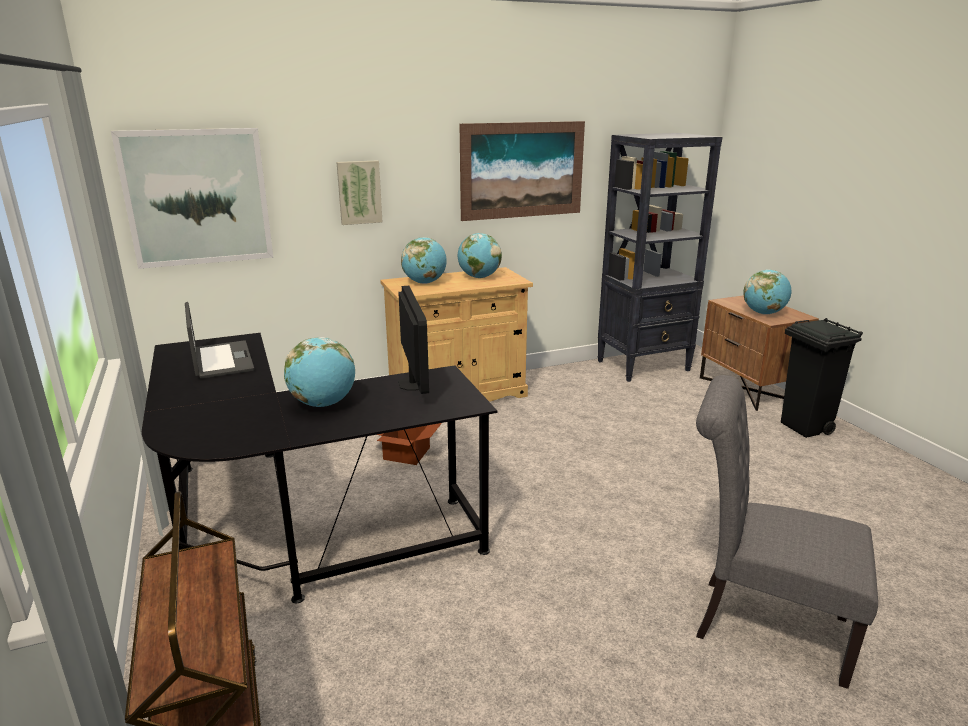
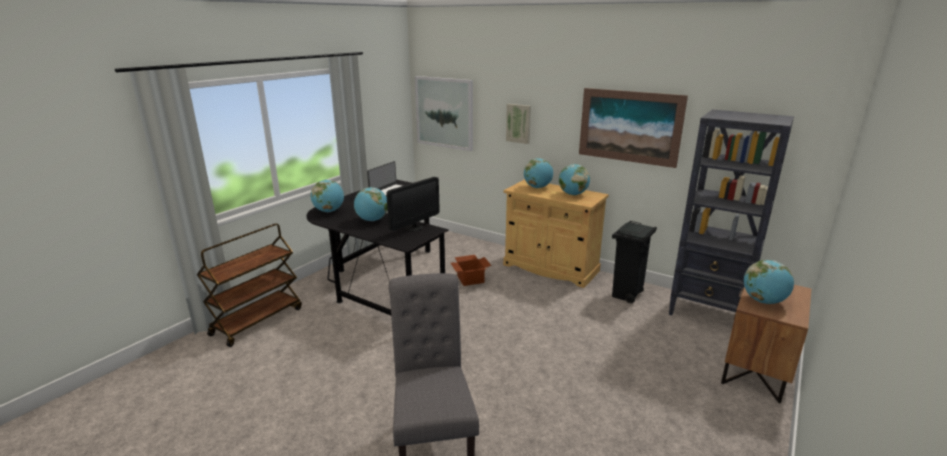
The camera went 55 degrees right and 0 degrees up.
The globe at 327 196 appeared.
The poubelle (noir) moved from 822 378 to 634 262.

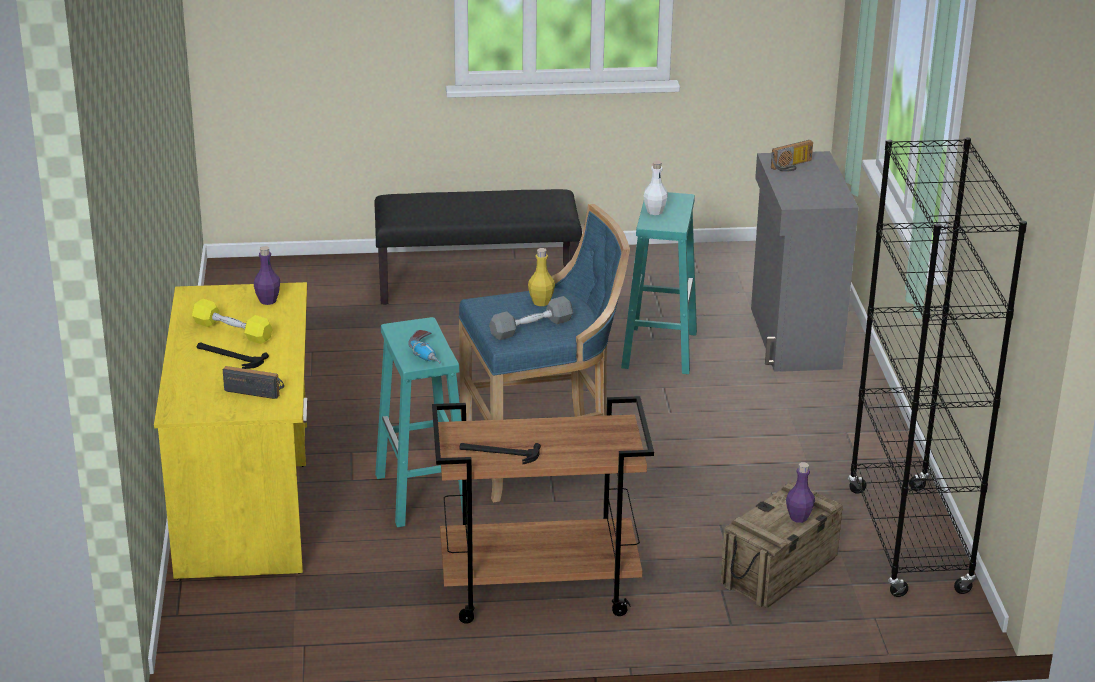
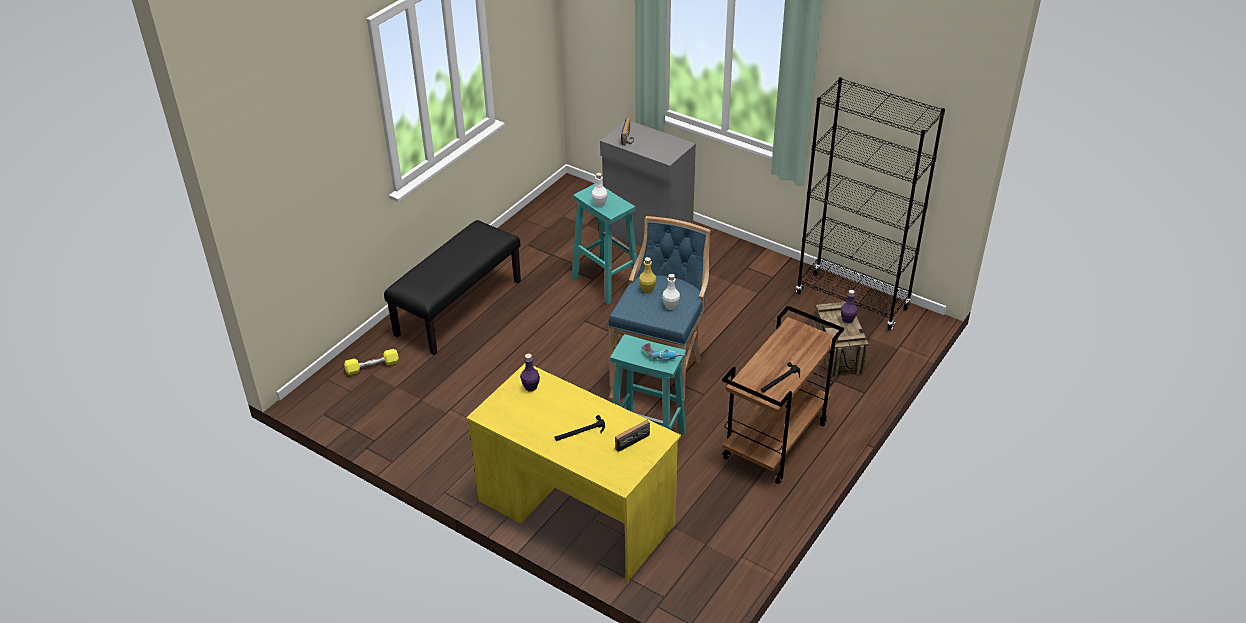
The camera went 50 degrees left and 10 degrees up.
The haltère (jaune) moved from 232 321 to 371 362.
The haltère (gris) at 531 318 was replaced by the bouteille (blanc) at 671 292.

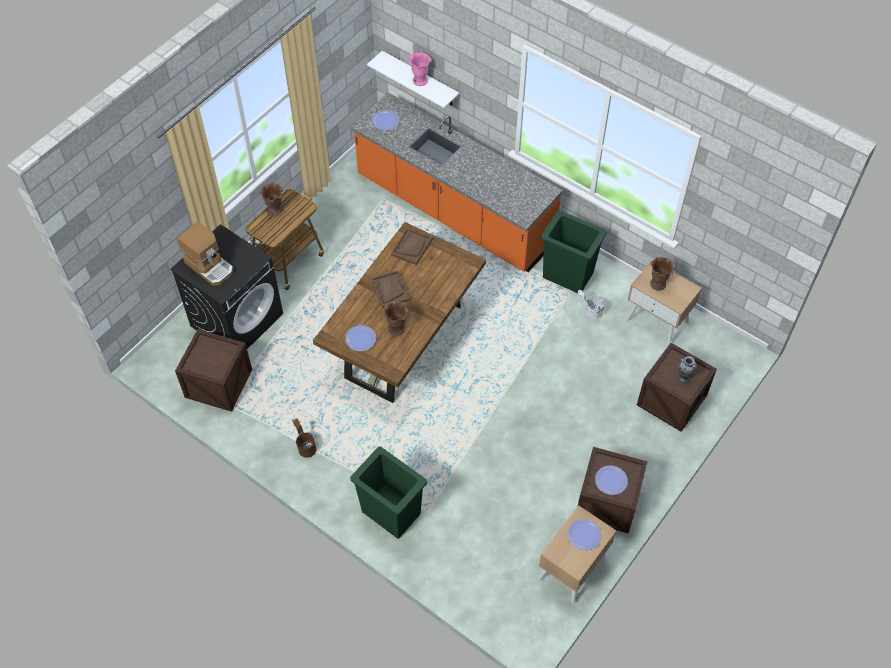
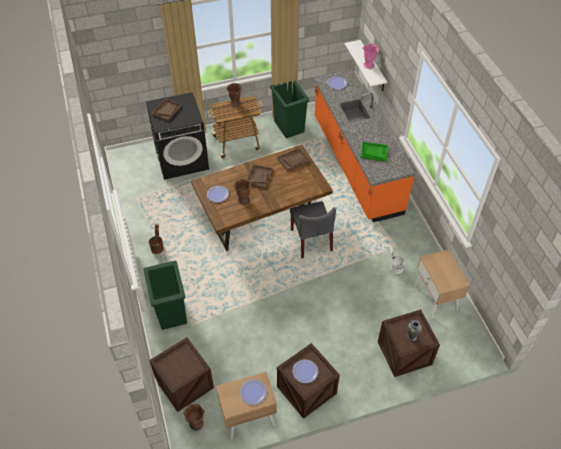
The camera went 35 degrees right and 5 degrees down.
The chaise (gris) at 313 229 appeared.
The plateau (vert) at 374 151 appeared.
The caisse moved from 213 370 to 181 374.
The poubelle (vert) moved from 574 251 to 289 109.
The vase (marron) moved from 662 274 to 194 417.
The machine à café at 205 254 was replaced by the plateau (marron) at 166 109.

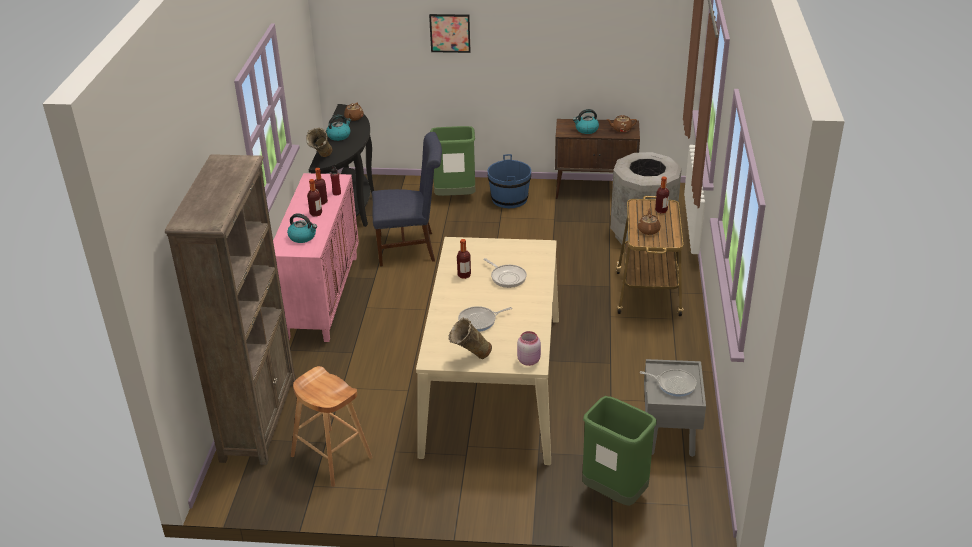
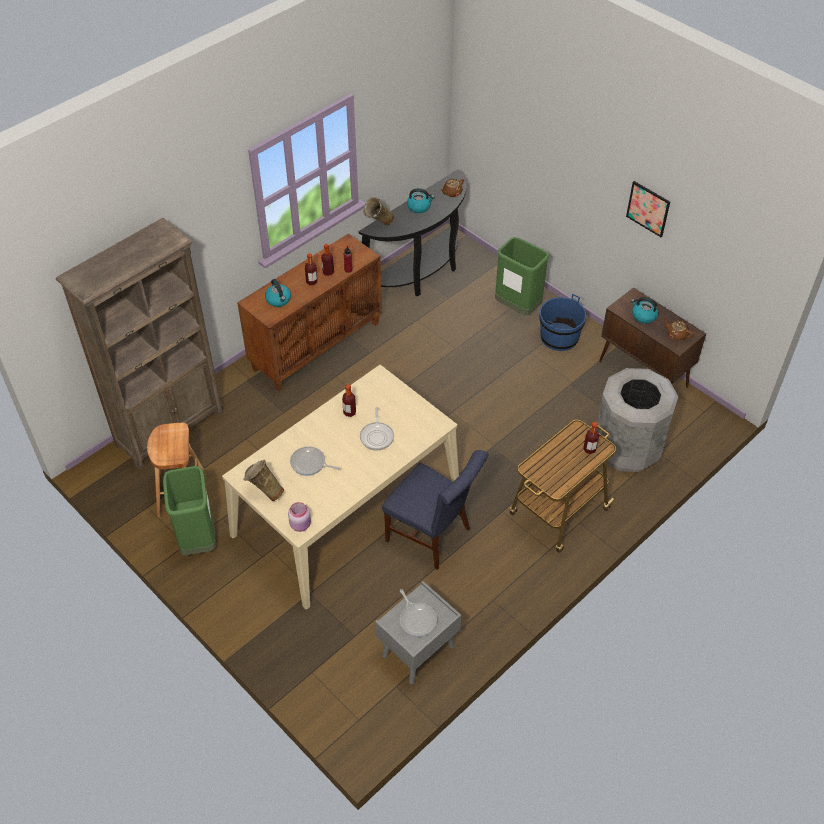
The camera went 40 degrees right and 15 degrees up.
The théière (marron) at 649 222 disappeared.
The chaise (bleu) moved from 407 199 to 435 510.
The tableau moved from 450 33 to 648 209.
The poubelle (vert) moved from 619 451 to 189 510.
The meuble de rangement (rose) at 316 257 became the meuble de rangement (marron) at 309 312.

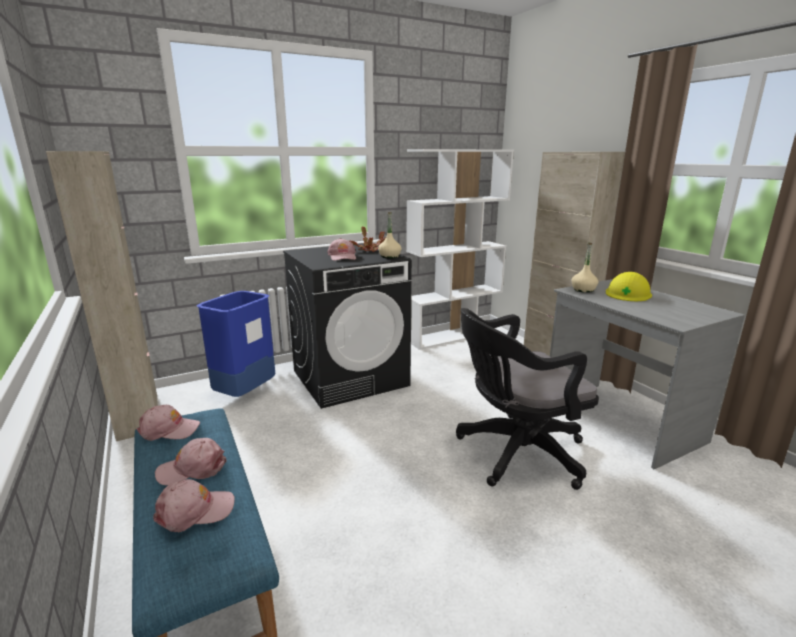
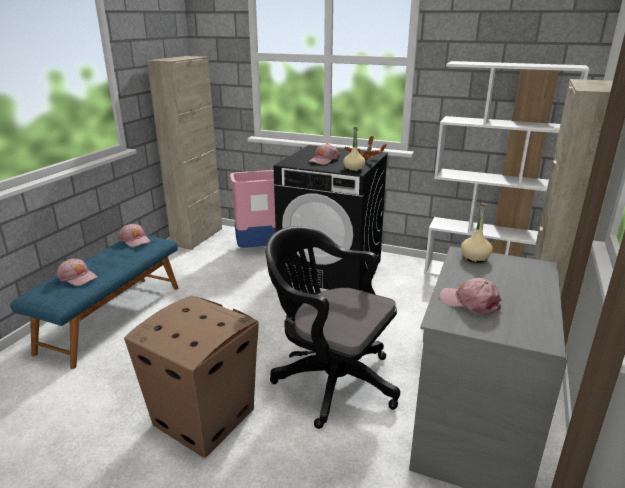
The camera went 50 degrees right and 5 degrees up.
The casque de chantier (jaune) at 629 286 disappeared.
The carton at 191 377 appeared.
The casquette (rose) moved from 191 461 to 470 296.
The poubelle (bleu) at 235 344 became the poubelle (rose) at 253 209.

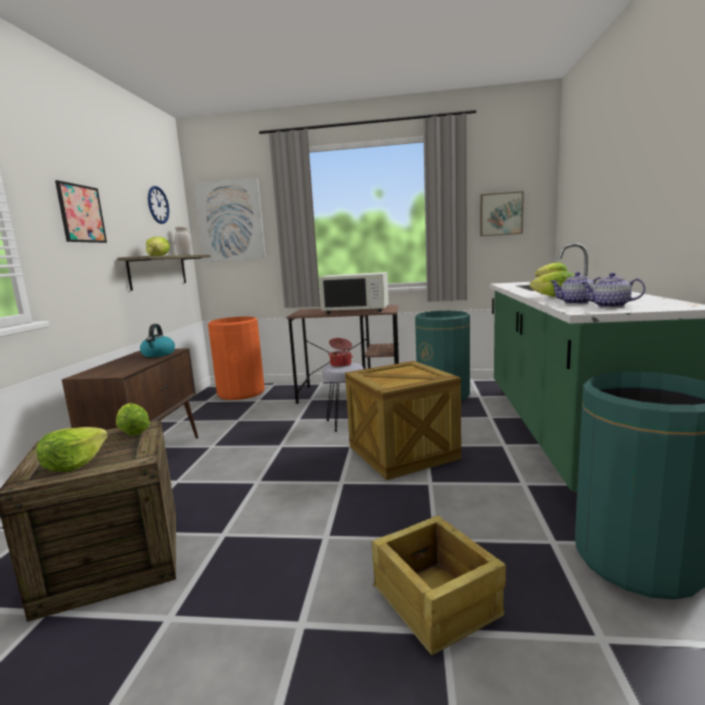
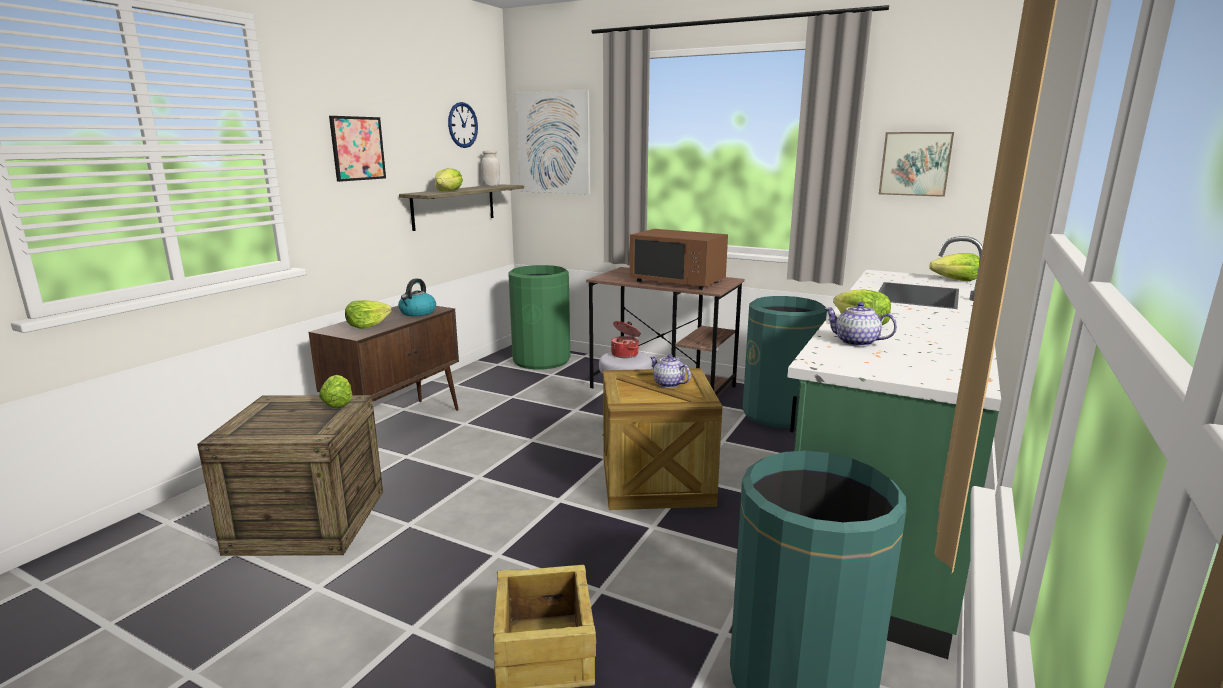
The camera went 20 degrees right and 5 degrees up.
The laitue moved from 72 449 to 368 314.
The théière moved from 613 290 to 670 371.
The poubelle (orange) at 236 358 became the poubelle (vert) at 539 317.
The micro-ondes (blanc) at 354 293 became the micro-ondes (marron) at 679 259.

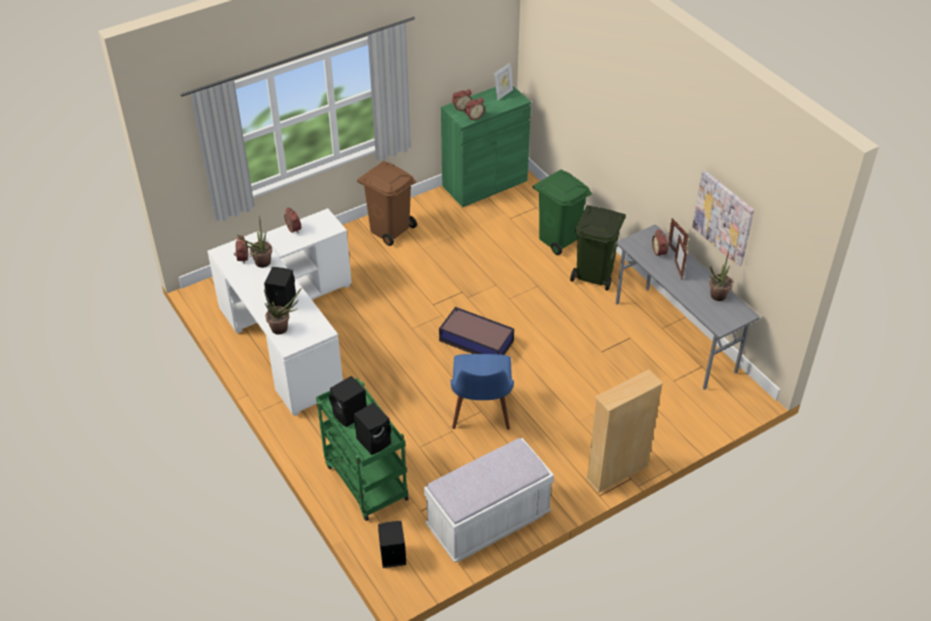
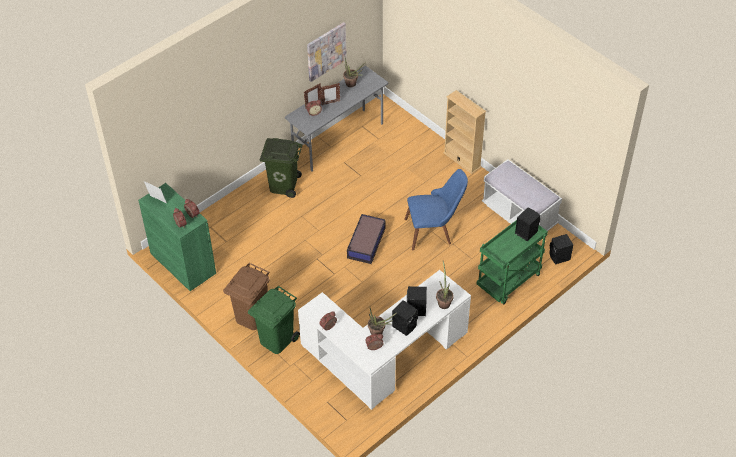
The camera went 100 degrees left and 5 degrees up.
The enceinte (noir) moved from 348 401 to 405 318.
The poubelle (vert) moved from 562 212 to 274 320.

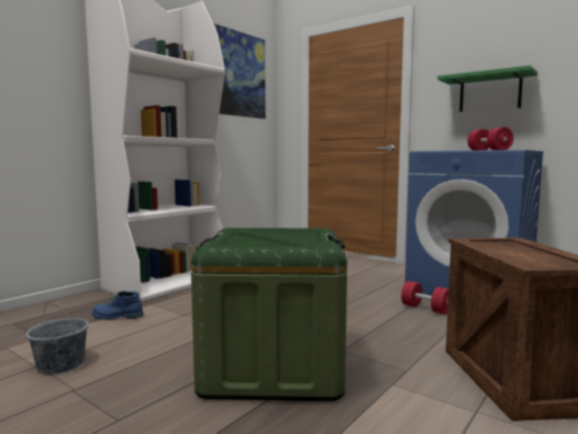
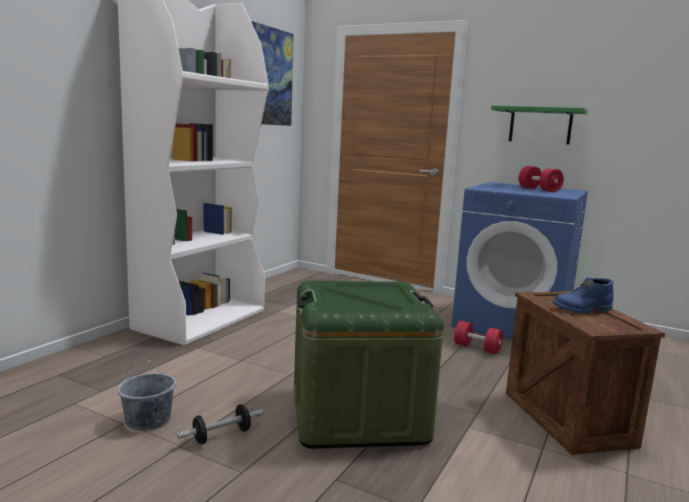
The camera went 10 degrees left and 5 degrees up.
The haltère at 220 424 appeared.
The botte (bleu) moved from 117 305 to 583 295.

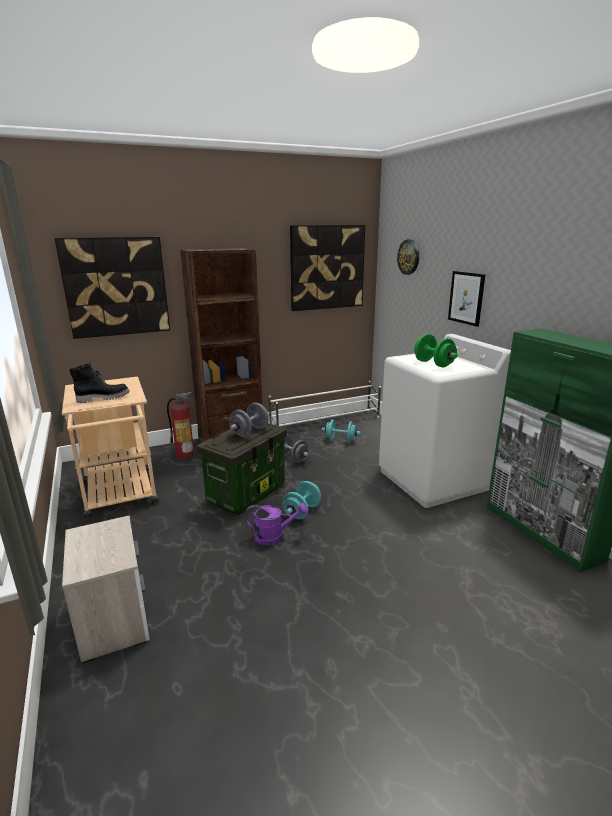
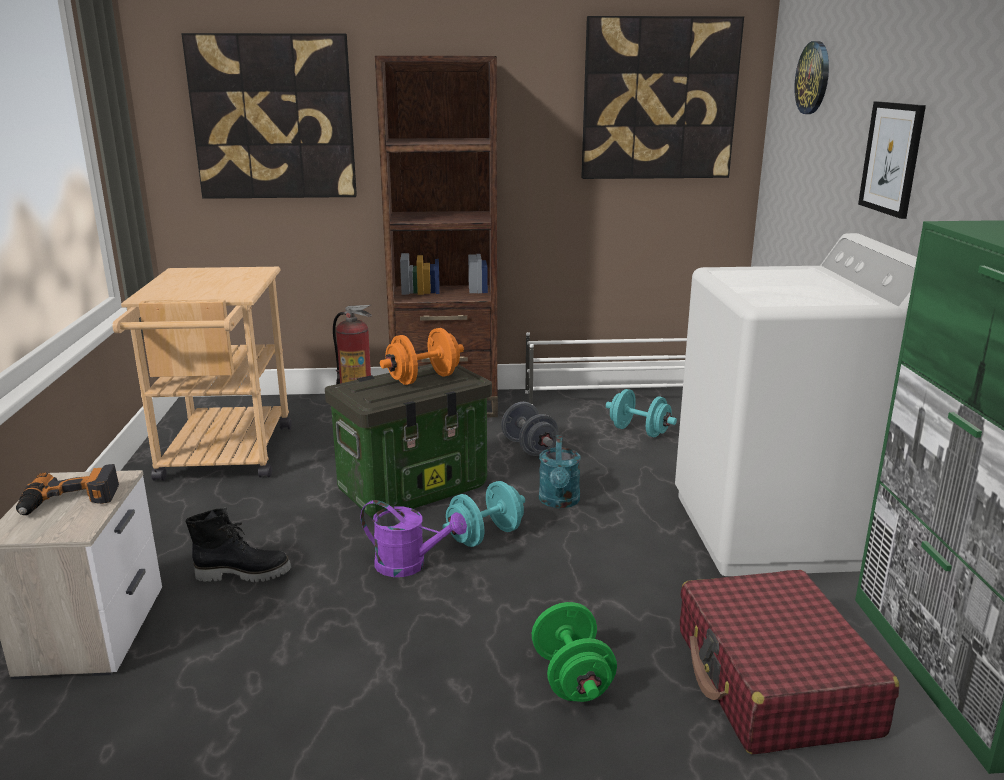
The camera went 20 degrees right and 0 degrees up.
The perceuse at 67 489 appeared.
The arrosoir (turquoise) at 560 471 appeared.
The valise (rouge) at 789 662 appeared.
The botte (noir) moved from 99 383 to 239 545.
The haltère (vert) moved from 436 350 to 574 652.
The haltère (gris) at 249 420 became the haltère (orange) at 422 356.

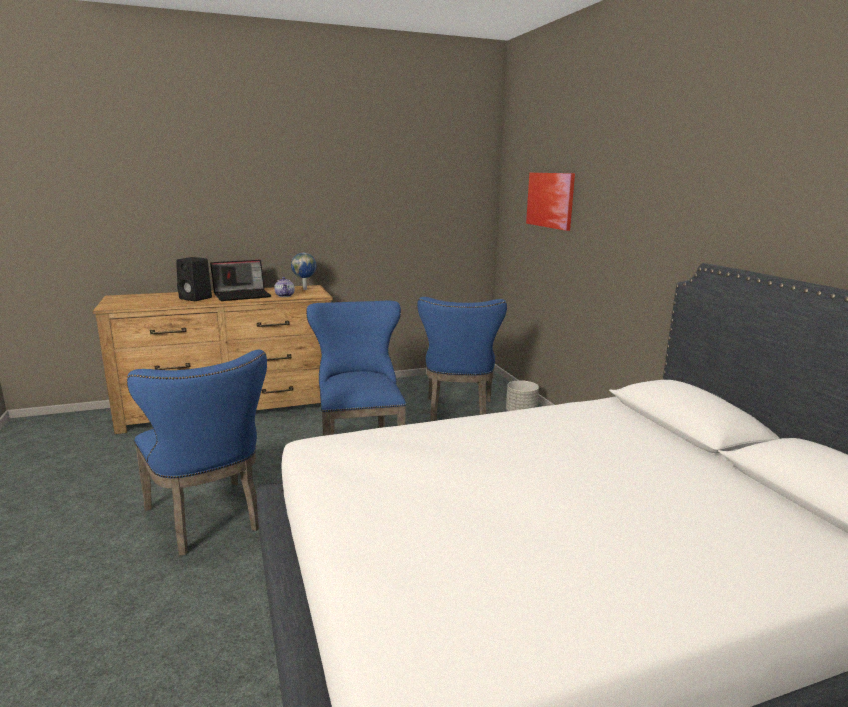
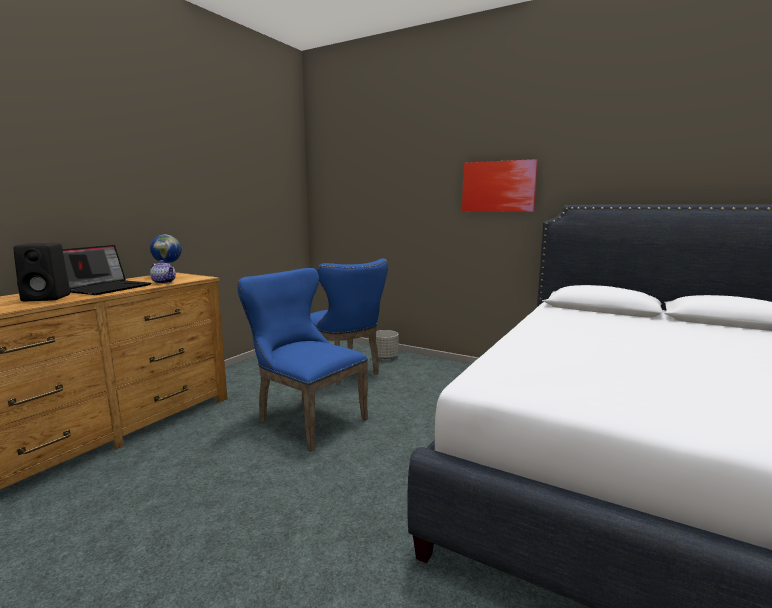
The camera went 40 degrees left and 5 degrees down.
The chaise (bleu) at 197 452 disappeared.
The tableau moved from 550 202 to 500 185.

